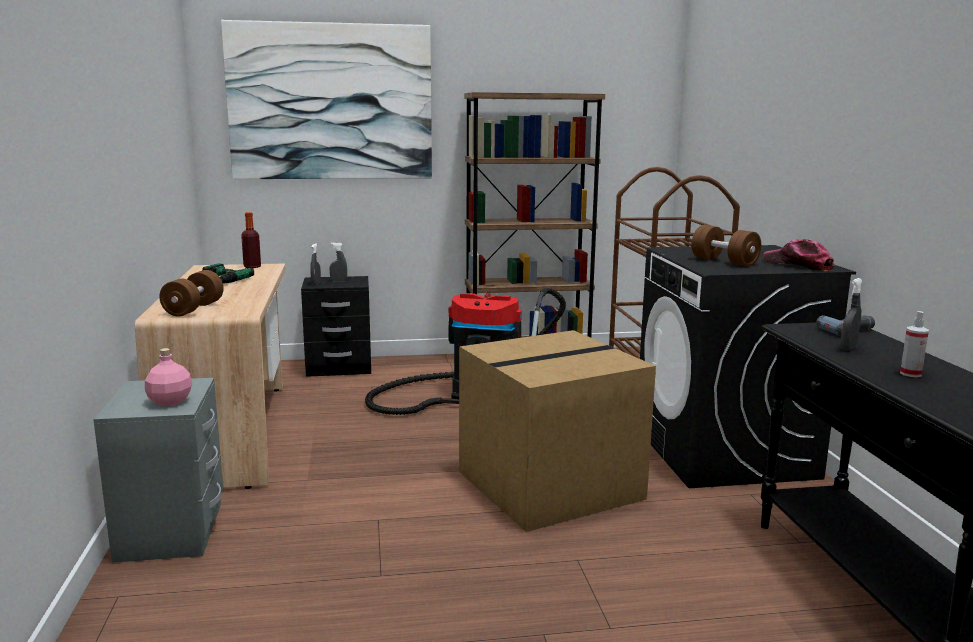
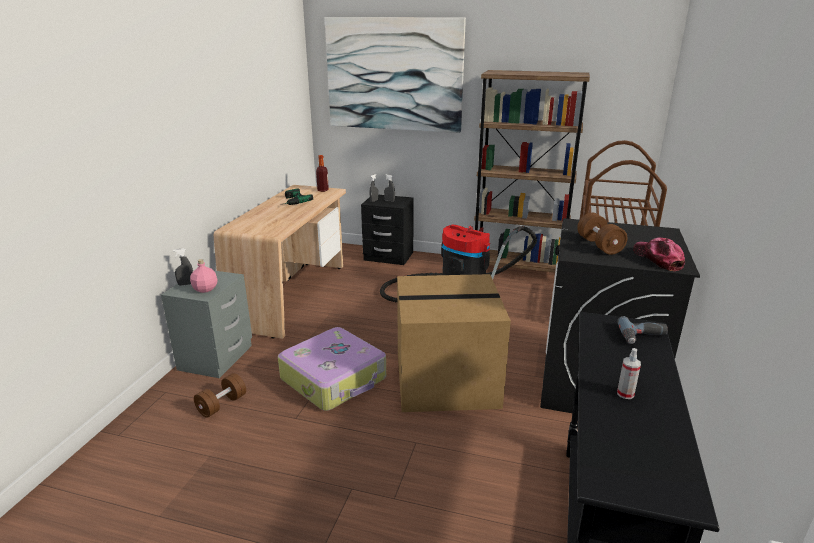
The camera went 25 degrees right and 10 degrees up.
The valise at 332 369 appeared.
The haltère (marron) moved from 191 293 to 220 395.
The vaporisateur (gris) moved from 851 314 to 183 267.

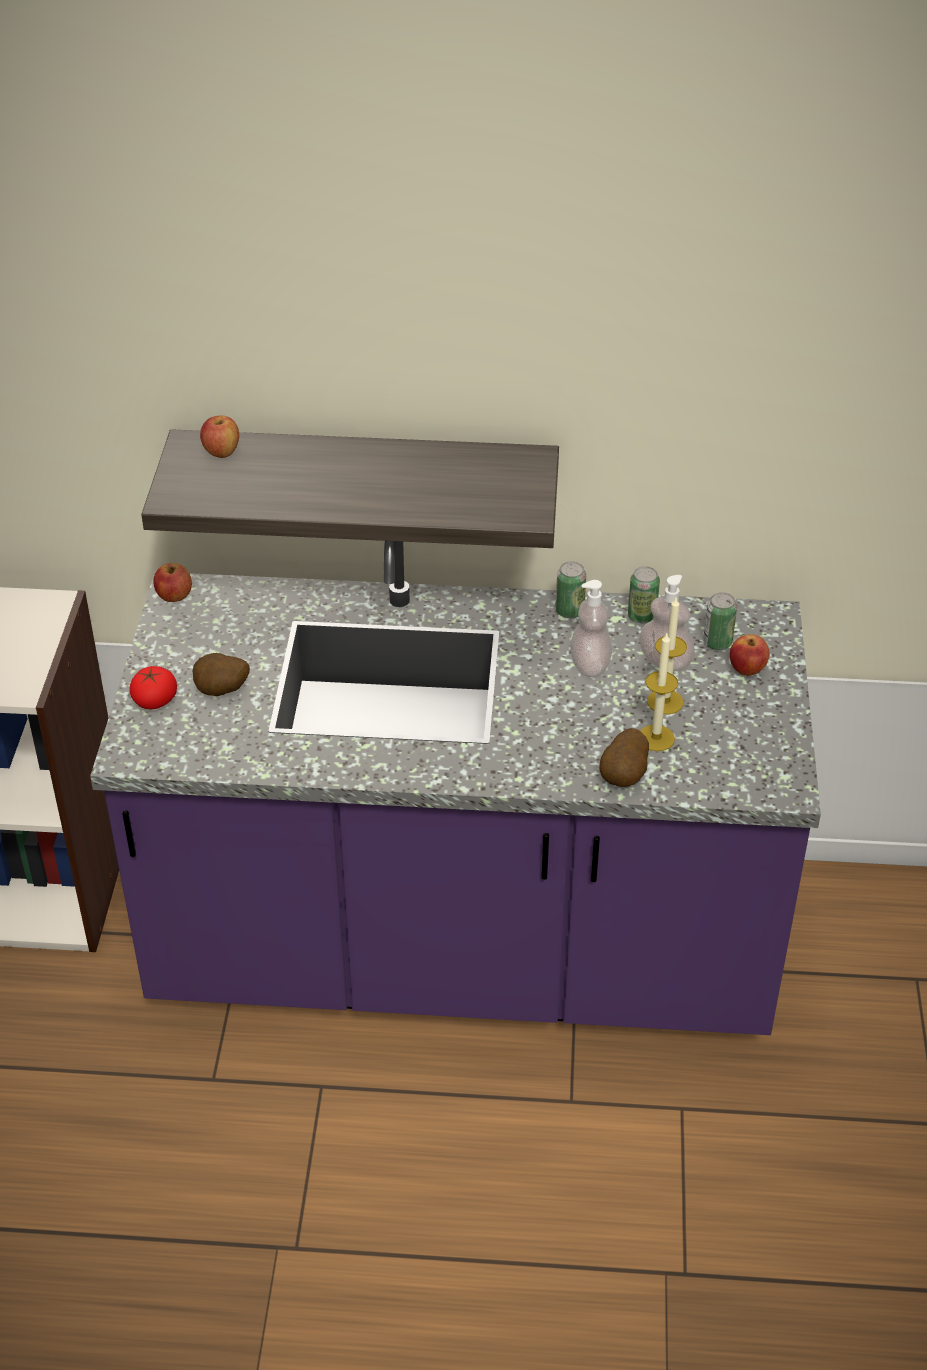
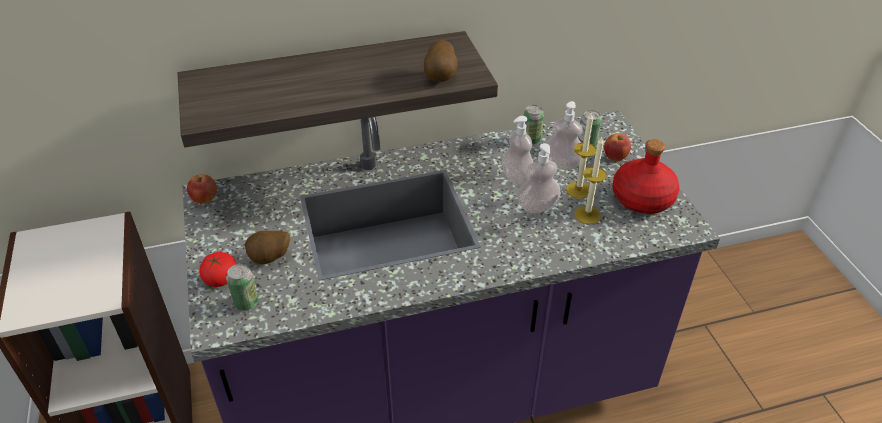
The camera went 20 degrees left and 0 degrees up.
The pomme at 219 437 disappeared.
The distributeur de savon at 539 178 appeared.
The bouteille (rouge) at 645 176 appeared.
The boîte métallique moved from 571 589 to 242 287.
The pomme de terre moved from 624 757 to 441 61.

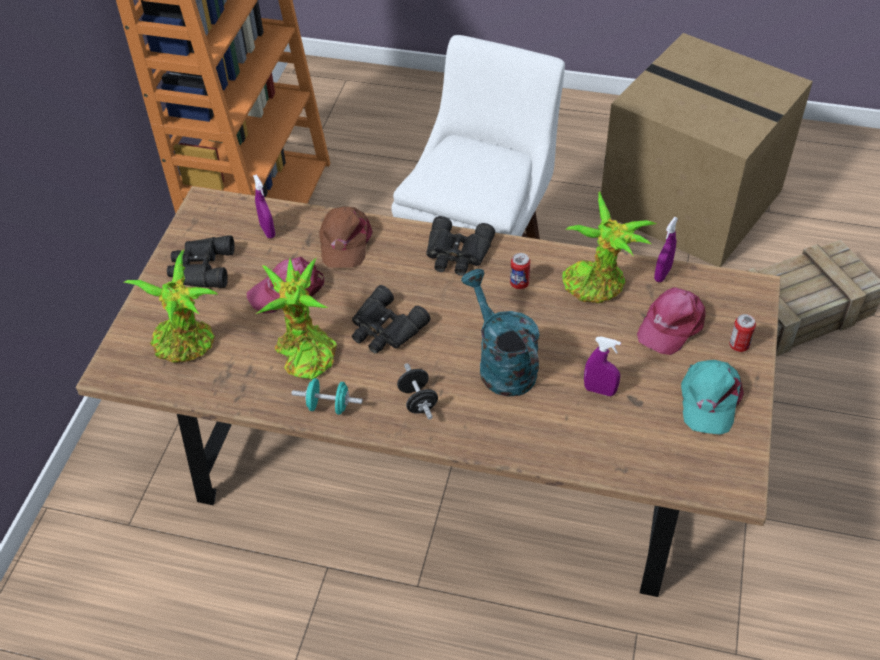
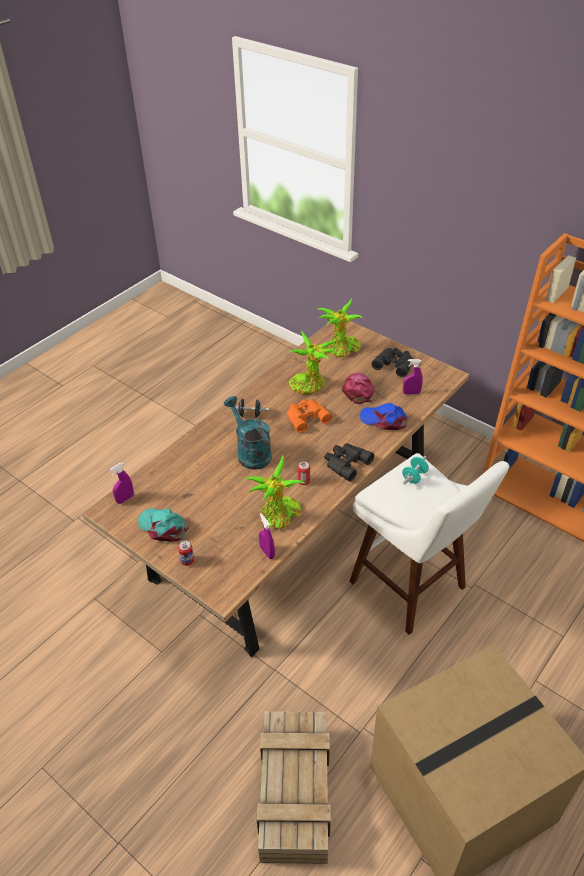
The camera went 115 degrees right and 5 degrees down.
The casquette (rose) at 671 321 disappeared.
The haltère (turquoise) moved from 327 396 to 415 470.
The vaporisateur (violet) moved from 602 366 to 121 483.
The casquette (marron) at 346 237 became the casquette (bleu) at 384 416.
The jumelles (noir) at 391 319 became the jumelles (orange) at 309 416.
The arrosoir (turquoise) at 500 333 turned 120 degrees counterclockwise.

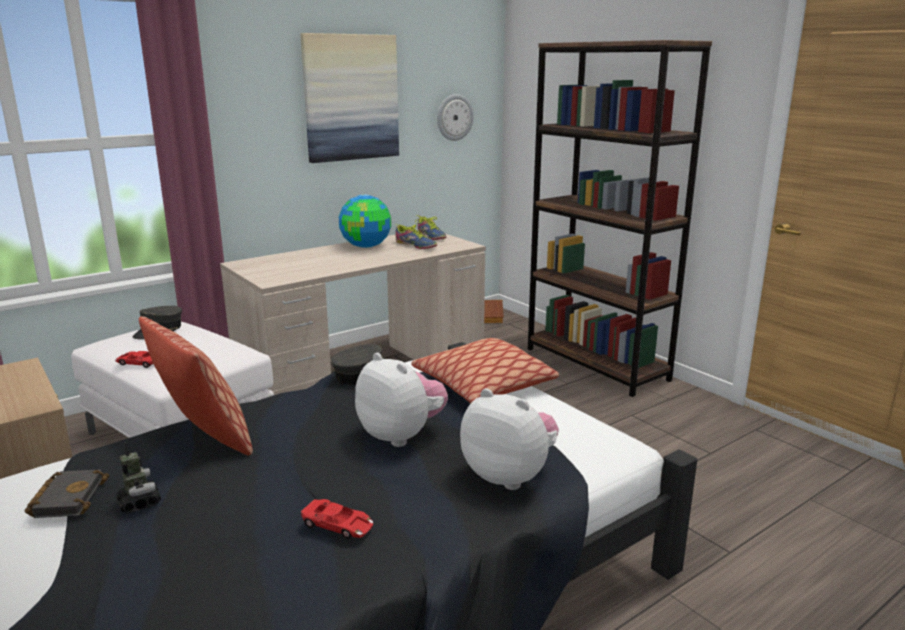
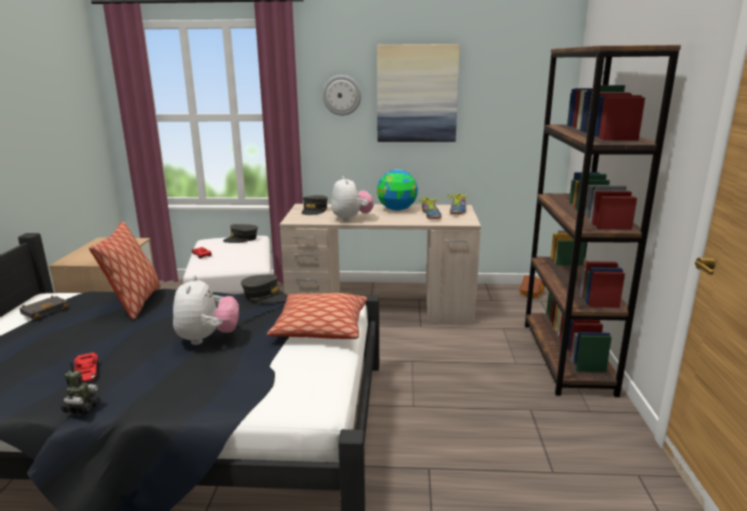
The camera went 40 degrees right and 0 degrees up.
The casquette (gris) at 315 205 appeared.
The robot jouet moved from 138 477 to 80 388.
The horloge murale moved from 455 117 to 341 95.
The peluche moved from 509 439 to 352 199.

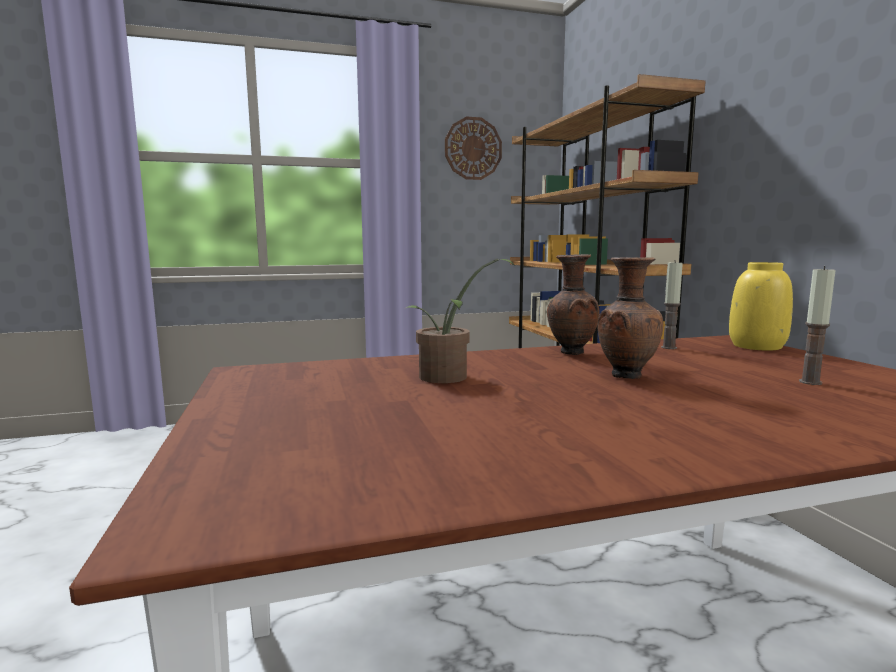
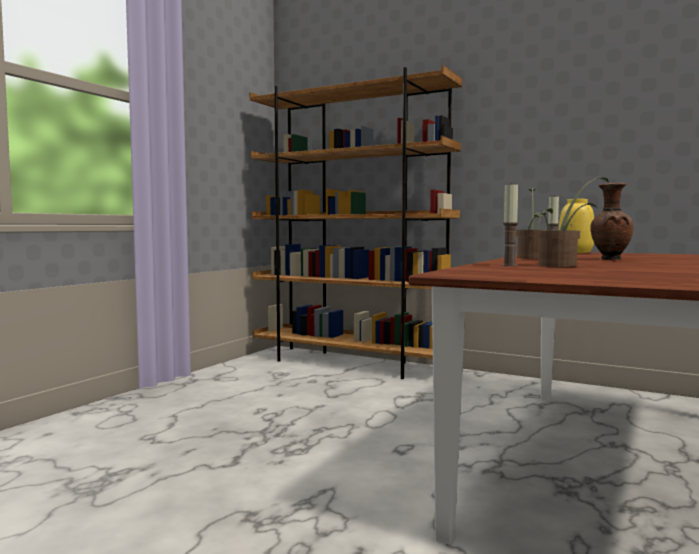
The camera went 45 degrees left and 5 degrees down.
The horloge murale at 473 148 disappeared.
The bougie moved from 817 325 to 510 224.
The vase (marron) at 573 304 was replaced by the plante en pot at 534 223.

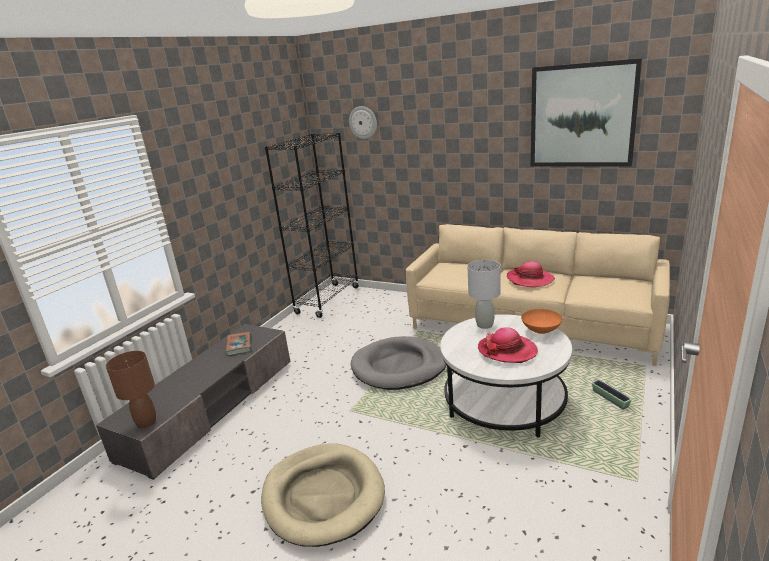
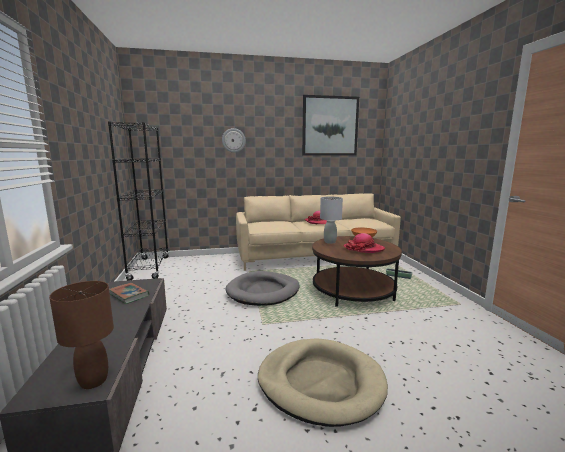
The camera went 40 degrees left and 10 degrees down.
The horloge murale moved from 363 122 to 234 140.
The table basse (blanc) at 506 376 became the table basse (marron) at 357 271.

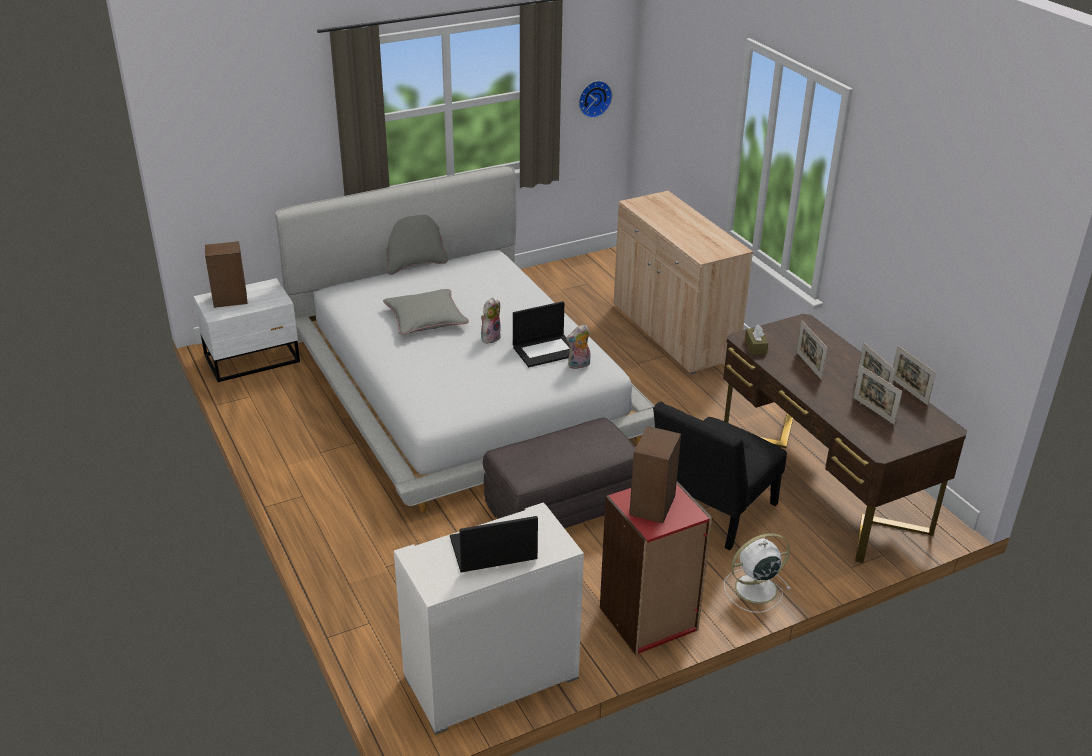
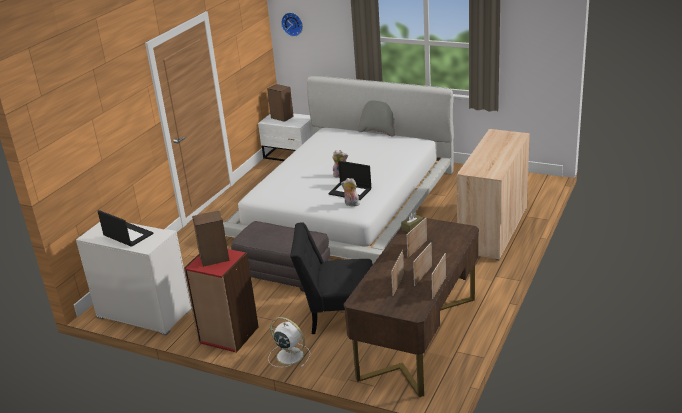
The camera went 55 degrees right and 5 degrees down.
The coussin (gris) at 426 312 disappeared.
The horloge murale moved from 595 99 to 292 25.

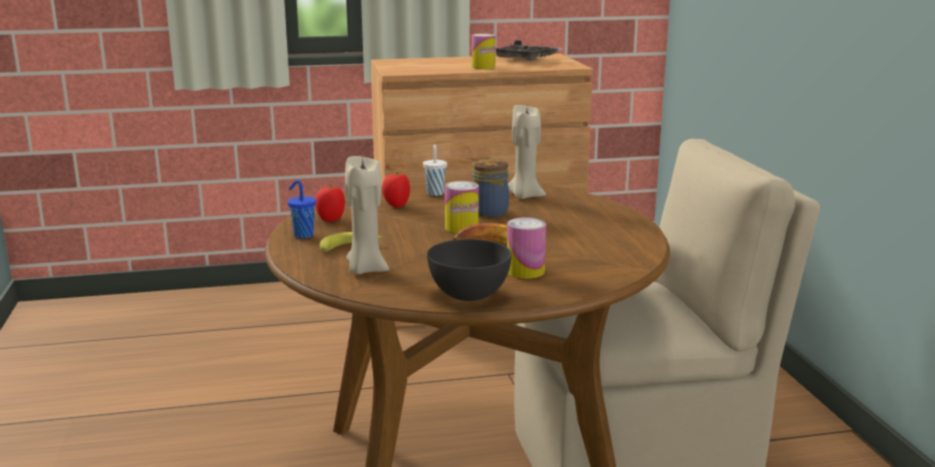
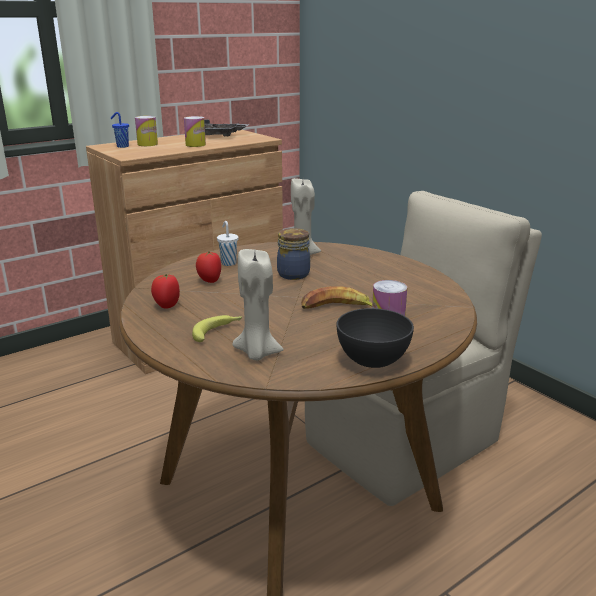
The camera went 25 degrees left and 5 degrees up.
The tasse (bleu) moved from 302 209 to 119 130.
The boîte métallique moved from 462 207 to 146 131.

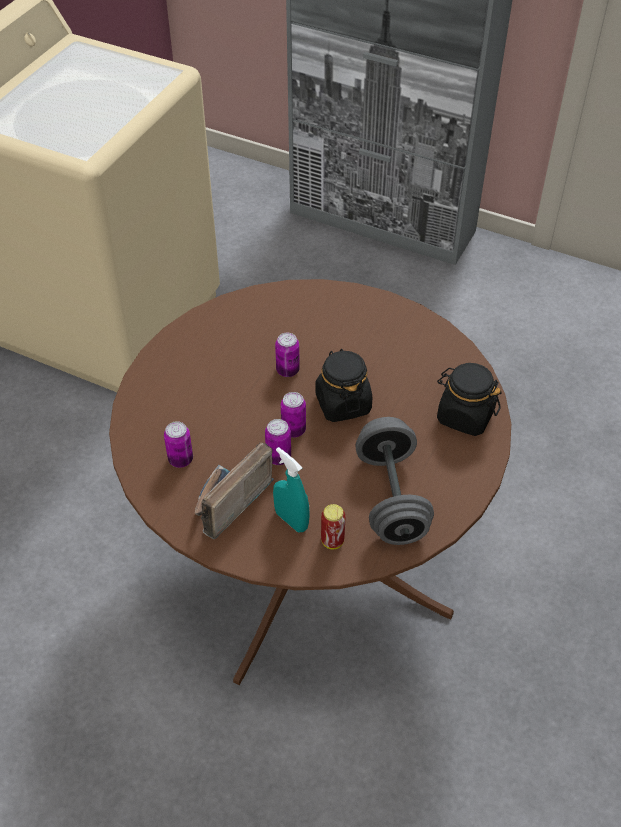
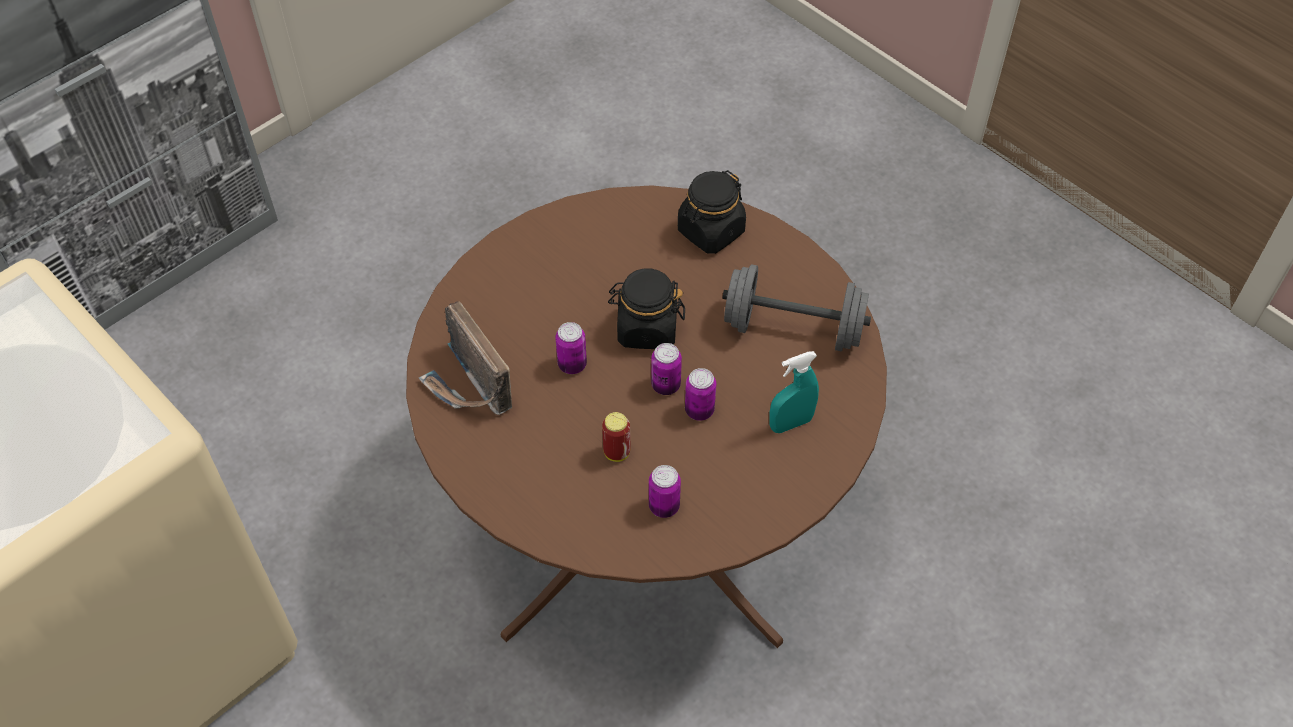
The camera went 70 degrees left and 5 degrees up.
The radio moved from 234 490 to 465 358.
The boîte métallique moved from 333 526 to 616 437.

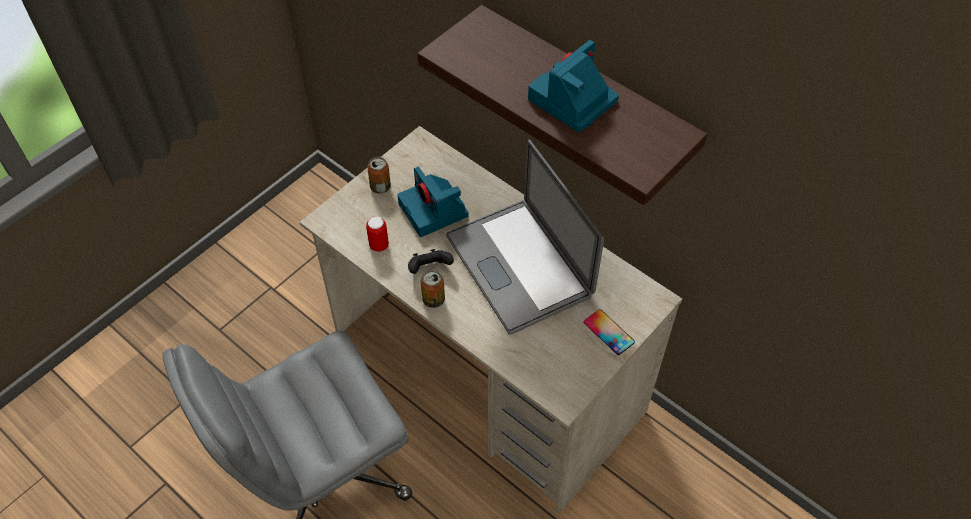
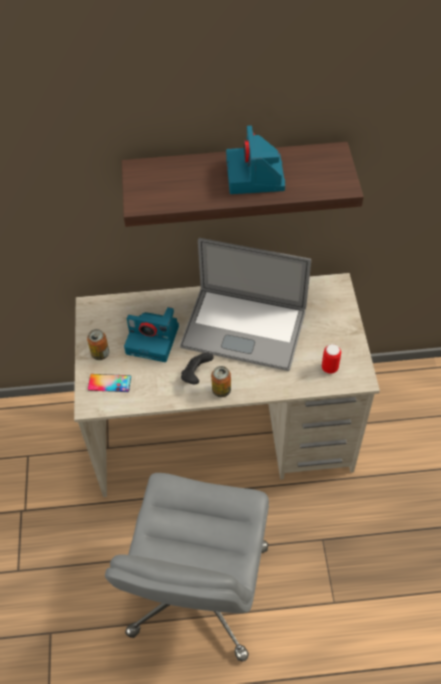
The camera went 45 degrees left and 0 degrees up.
The boîte métallique moved from 377 234 to 331 359.
The téléphone moved from 609 332 to 109 383.

